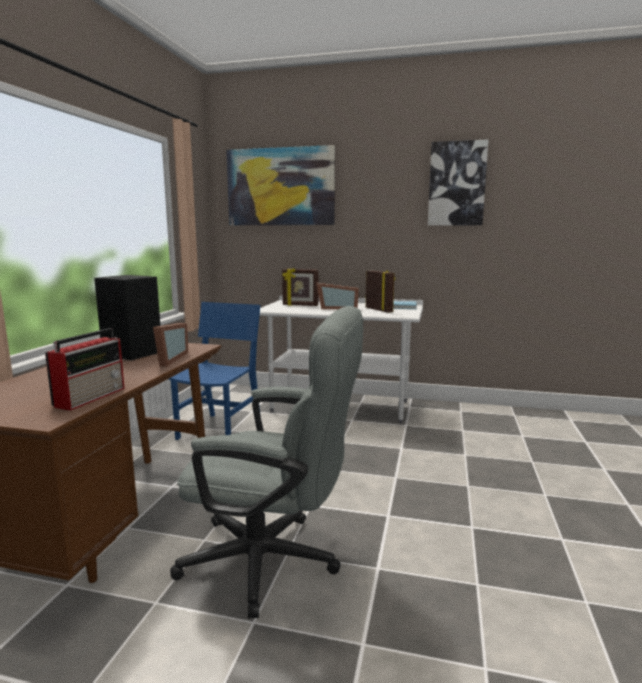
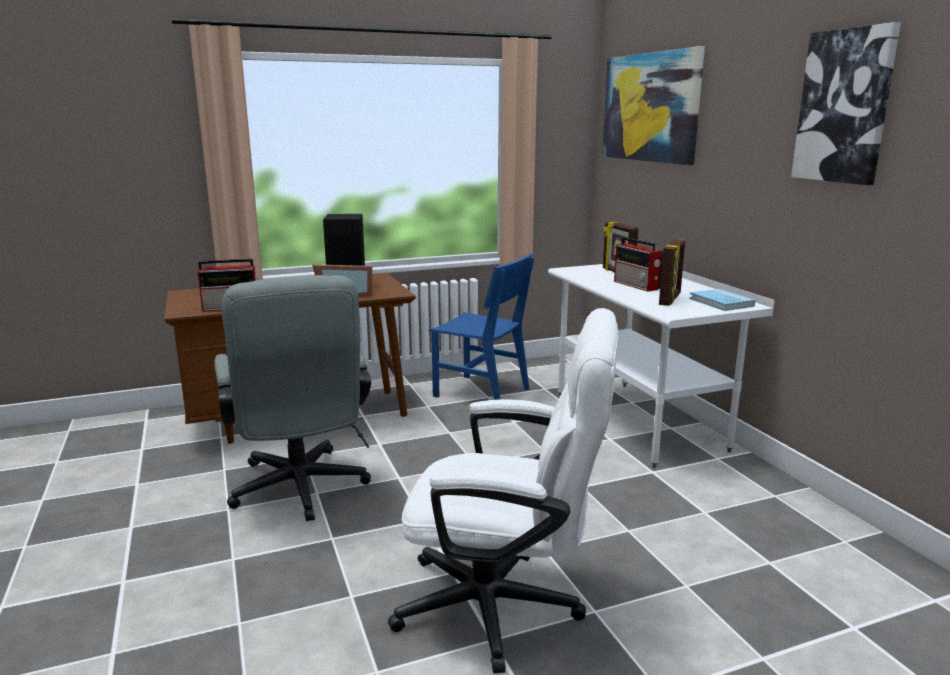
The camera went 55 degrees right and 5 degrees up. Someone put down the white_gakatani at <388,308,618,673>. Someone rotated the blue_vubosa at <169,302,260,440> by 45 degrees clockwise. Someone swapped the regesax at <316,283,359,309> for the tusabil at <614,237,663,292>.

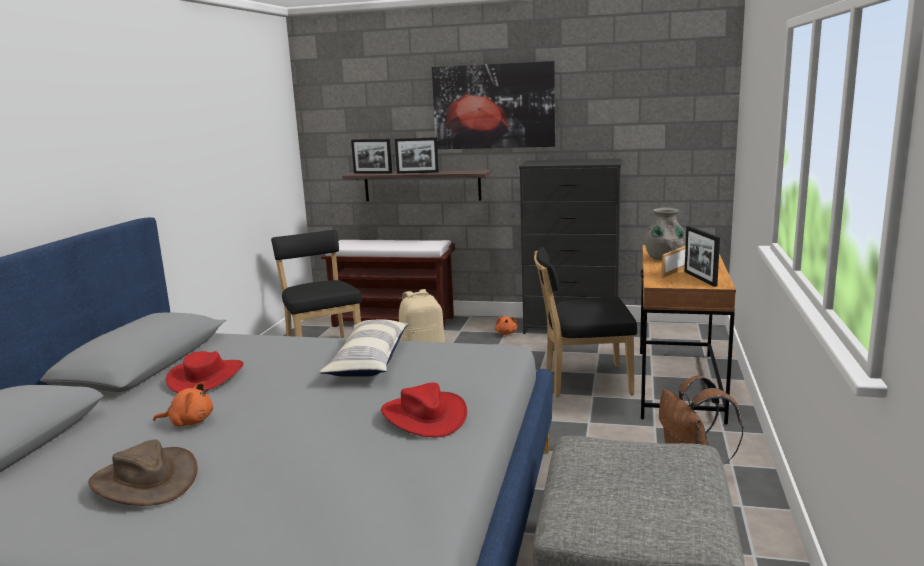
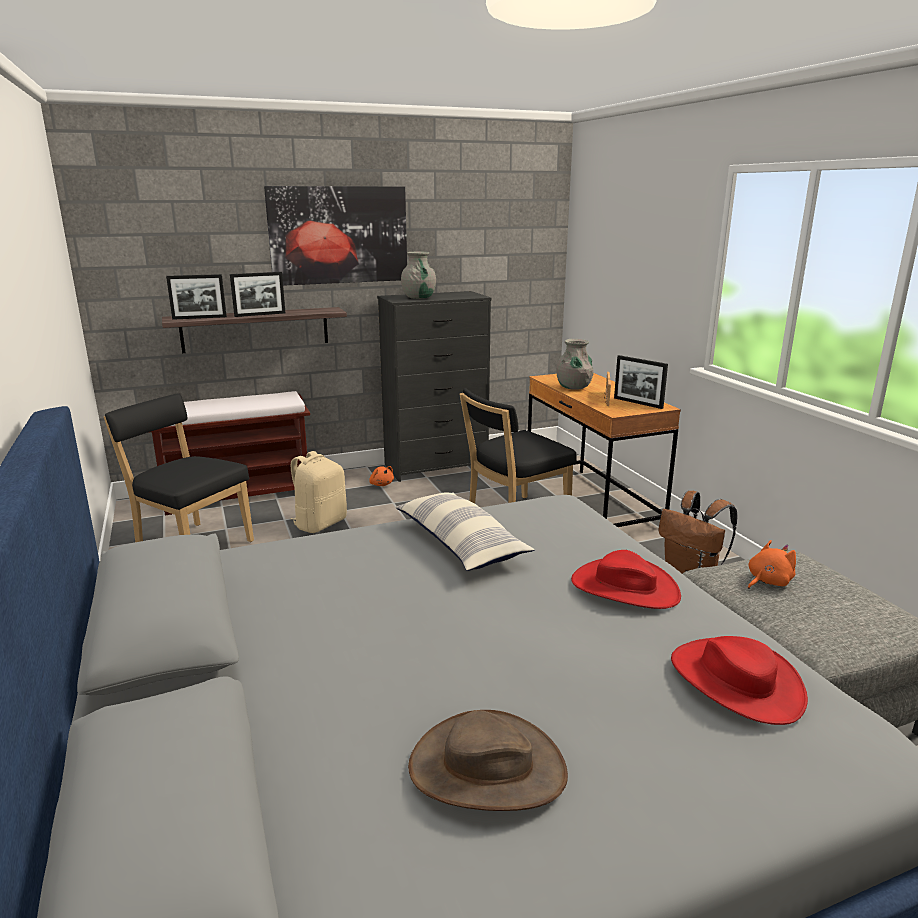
The camera went 35 degrees left and 5 degrees up. Someone put down the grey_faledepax at <401,252,436,299>. Someone carried the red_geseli from <166,351,244,393> to <671,636,808,725>. Someone carried the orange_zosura from <153,382,213,427> to <748,540,796,589>.

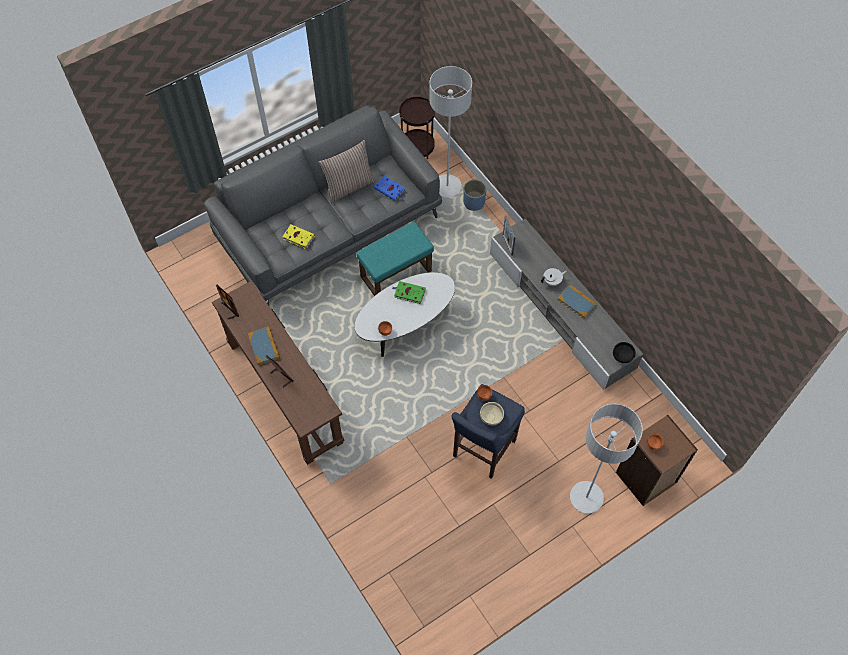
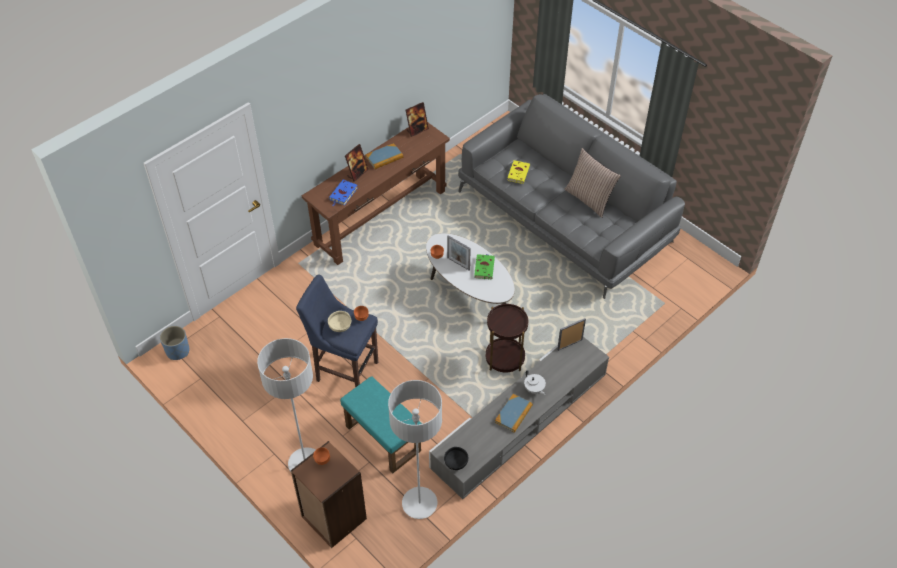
The camera went 80 degrees right and 10 degrees down. Someone carried the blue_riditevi from <463,179,487,211> to <160,326,189,360>. Someone carried the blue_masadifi from <374,175,405,201> to <329,180,358,206>. Someone carried the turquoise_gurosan from <356,222,434,296> to <340,376,422,473>. Someone carried the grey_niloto from <429,66,472,197> to <388,380,442,519>. Someone put down the regesax at <447,235,471,270>. Someone carried the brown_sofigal from <399,96,435,159> to <486,304,528,373>.

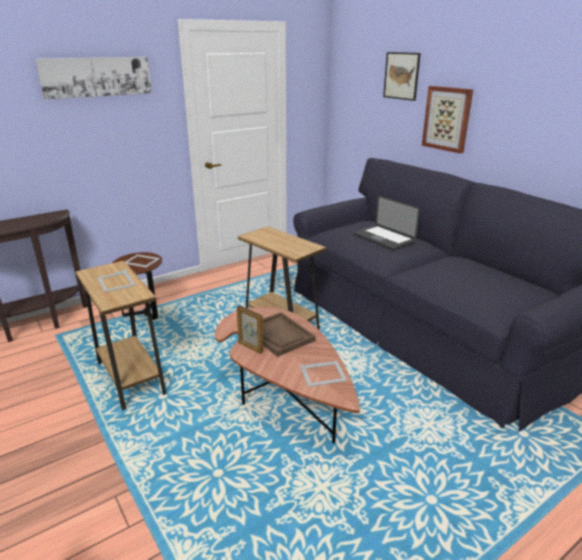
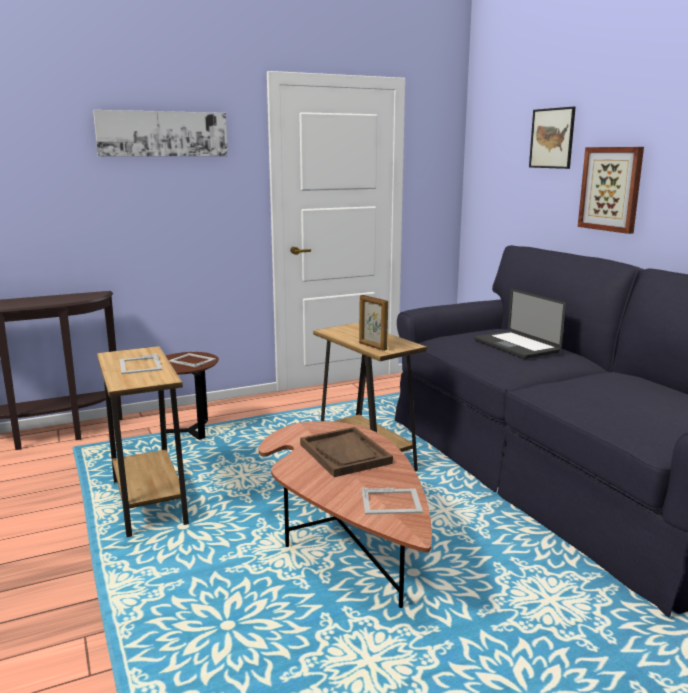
The camera went 10 degrees right and 10 degrees down. Someone carried the regesax from <237,305,263,354> to <359,295,388,351>.

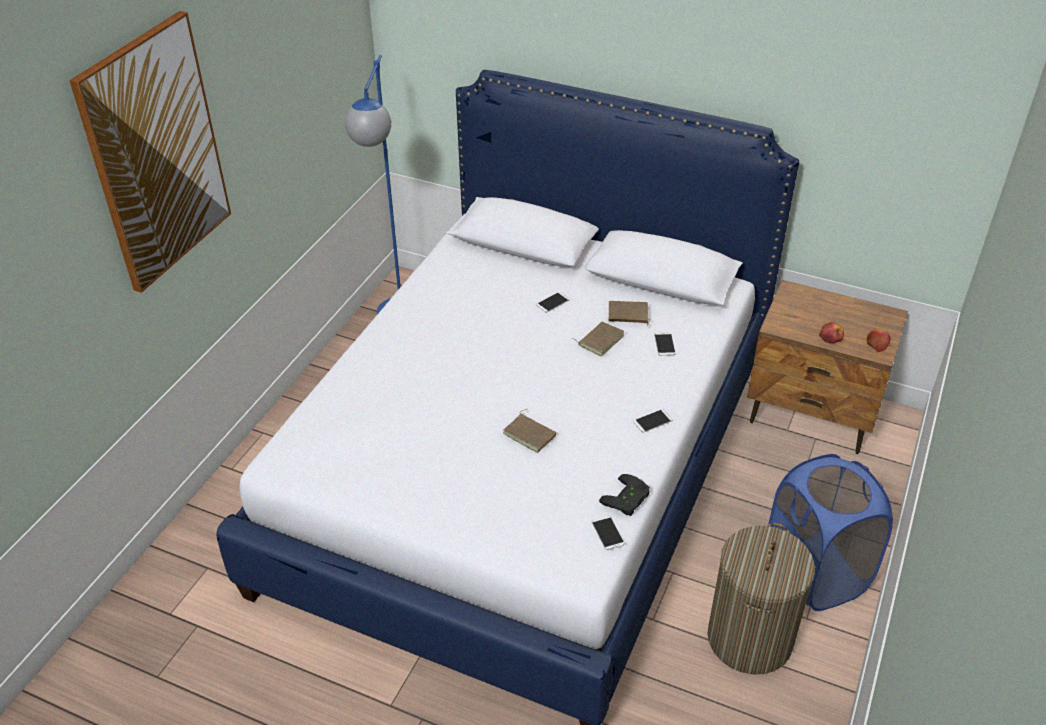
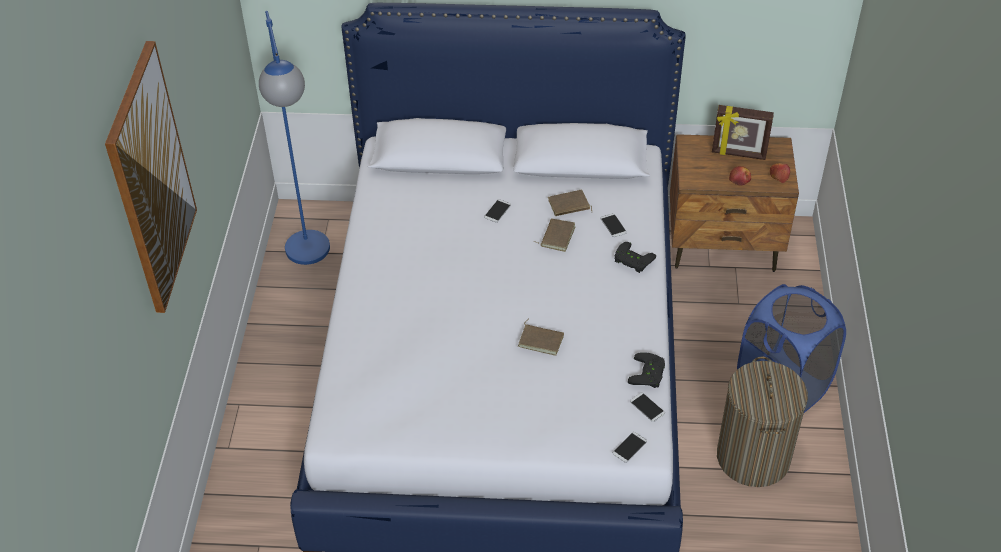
The camera went 20 degrees left and 5 degrees up. Someone carried the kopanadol from <633,409,672,433> to <613,432,647,463>. Someone put down the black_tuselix at <615,242,656,273>. Someone put down the regesax at <712,105,774,160>.

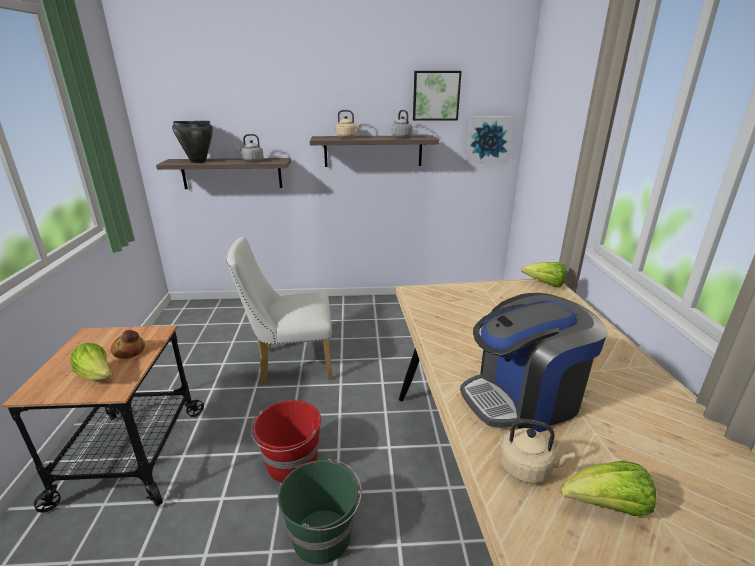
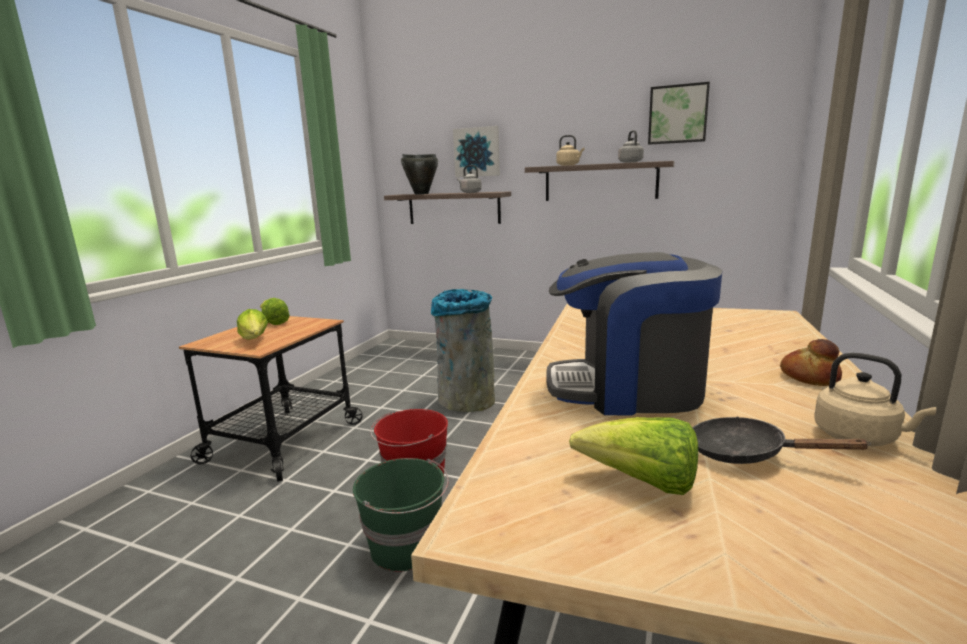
The camera went 25 degrees right and 10 degrees down. Someone carried the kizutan from <521,262,566,287> to <260,298,290,325>. Someone swapped the white_vubosa at <226,237,333,384> for the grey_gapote at <431,289,495,412>. Someone carried the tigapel from <465,116,514,163> to <453,126,500,177>. Someone put down the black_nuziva at <693,417,871,464>. Someone carried the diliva from <111,330,145,359> to <780,339,842,386>. Someone carried the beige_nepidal from <499,419,575,484> to <814,353,936,446>.

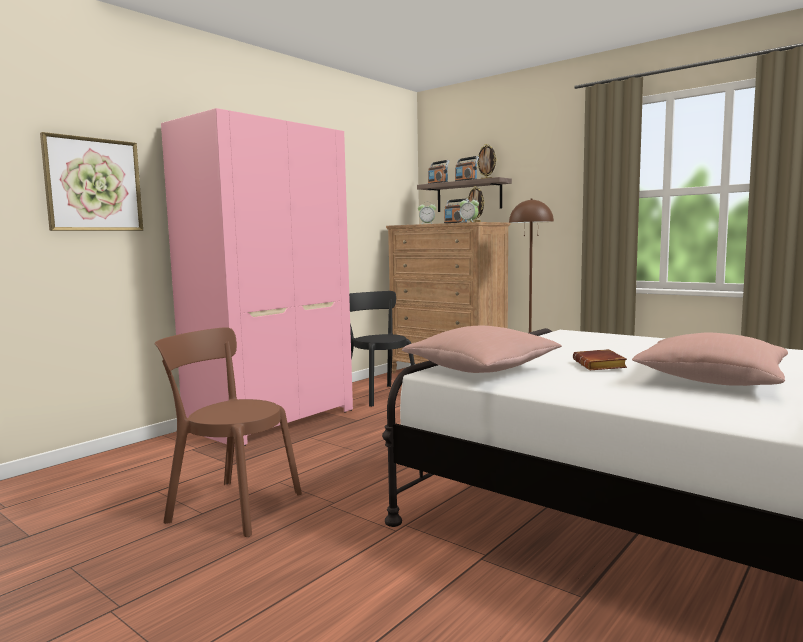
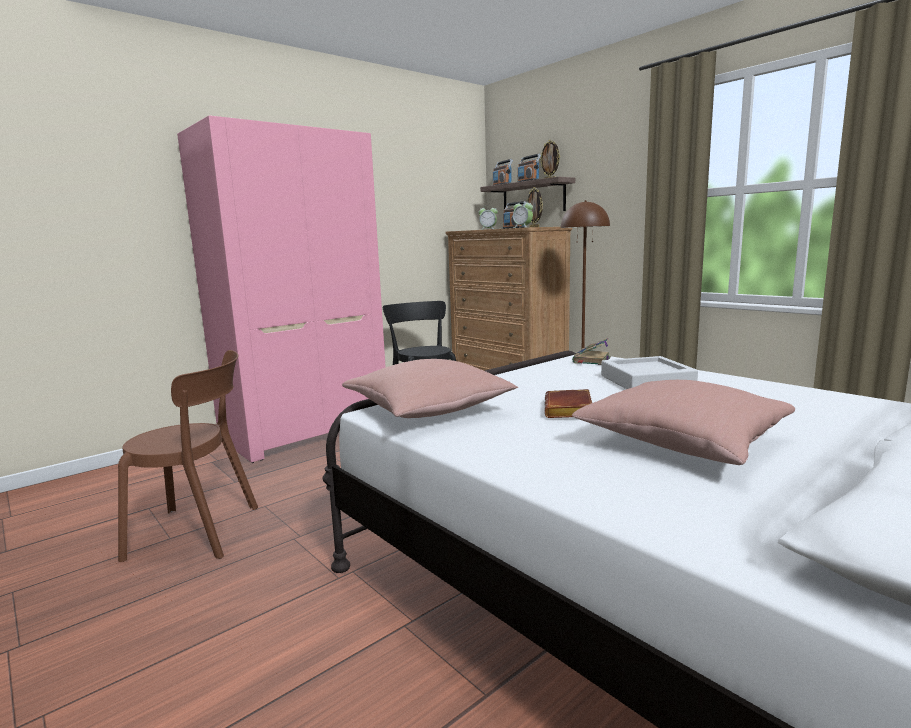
The camera went 10 degrees right and 5 degrees up. Someone rotated the brown_vubosa at <155,327,302,537> by 150 degrees clockwise. Someone put down the masadifi at <572,338,611,365>. Someone put down the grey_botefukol at <601,356,698,389>. Someone took away the tigapel at <40,132,143,231>.

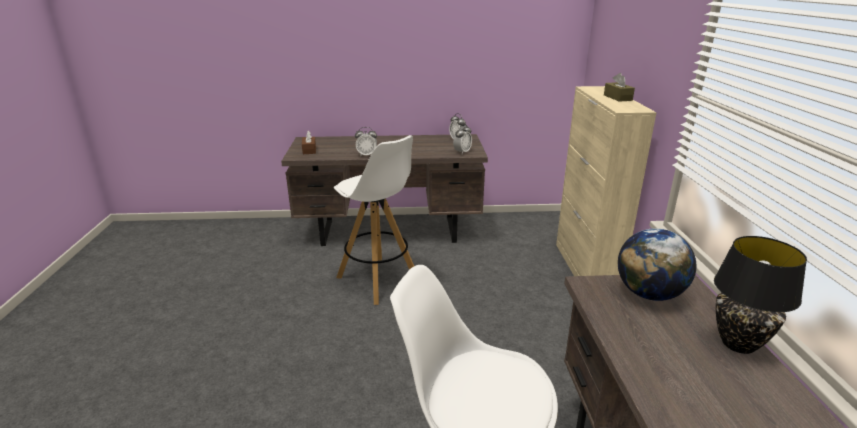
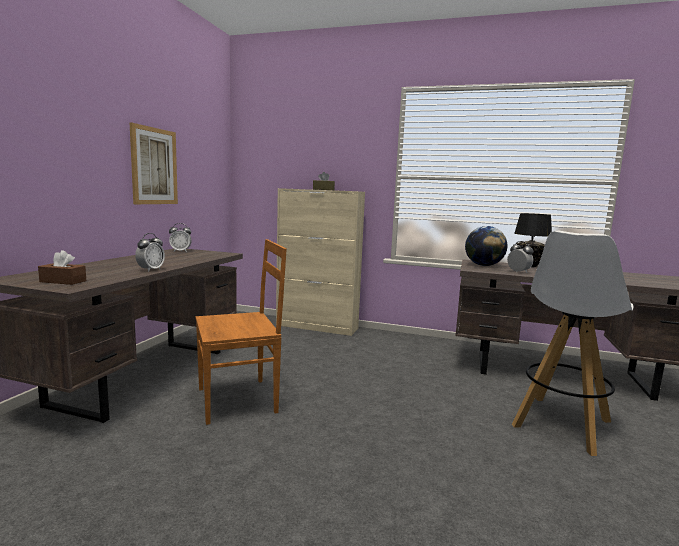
The camera went 70 degrees left and 15 degrees down. Someone put up the tigapel at <130,123,178,204>. Someone swapped the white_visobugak at <334,135,414,305> for the brown_vubosa at <196,239,287,425>. Someone carried the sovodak from <453,124,472,154> to <507,241,533,273>.

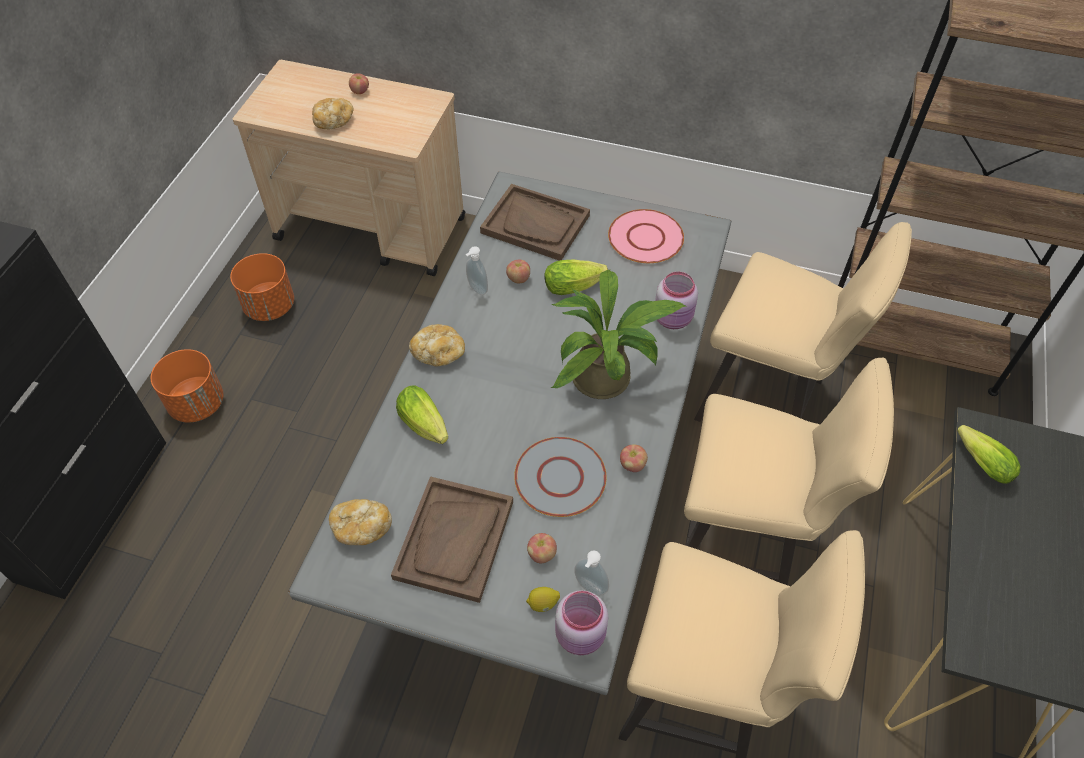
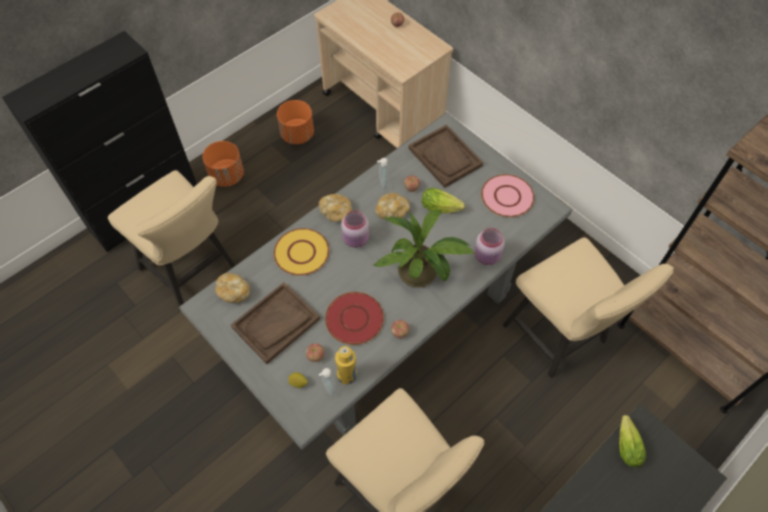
The camera went 30 degrees right and 5 degrees up. Someone carried the beige_vubosa from <684,358,894,585> to <108,170,235,306>. Someone swapped the kizutan at <396,386,448,444> for the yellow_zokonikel at <274,228,329,276>. Someone repainted the grey_zokonikel at <514,437,606,517>, which became the red_zokonikel at <325,292,384,345>. Someone put down the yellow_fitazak at <335,346,357,384>. Someone carried the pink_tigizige from <555,590,608,655> to <341,211,369,248>. Someone carried the diliva from <312,98,354,130> to <375,193,410,220>.

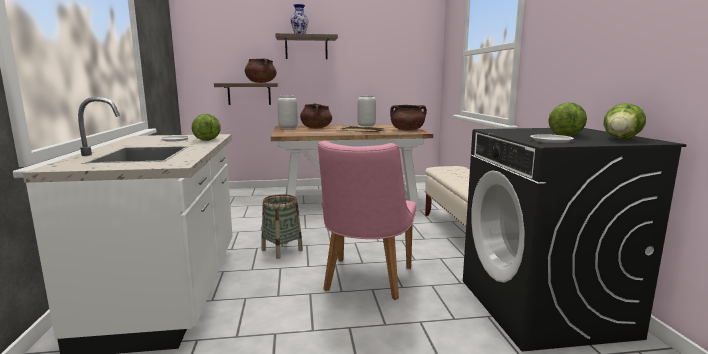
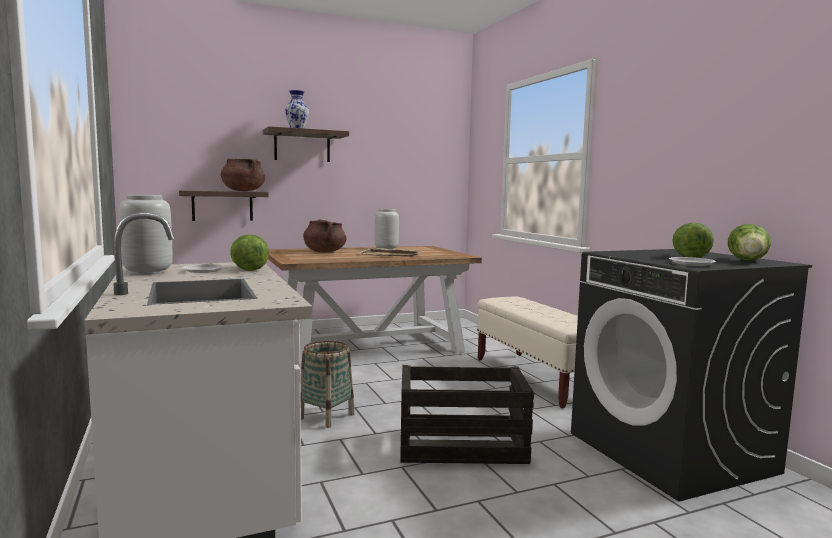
The camera went 15 degrees left and 5 degrees down. Someone carried the grey_faledepax from <277,96,298,129> to <119,195,173,275>. Someone swapped the pink_vubosa at <318,141,416,300> for the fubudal at <400,365,534,464>. Someone took away the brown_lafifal at <390,105,427,130>.

